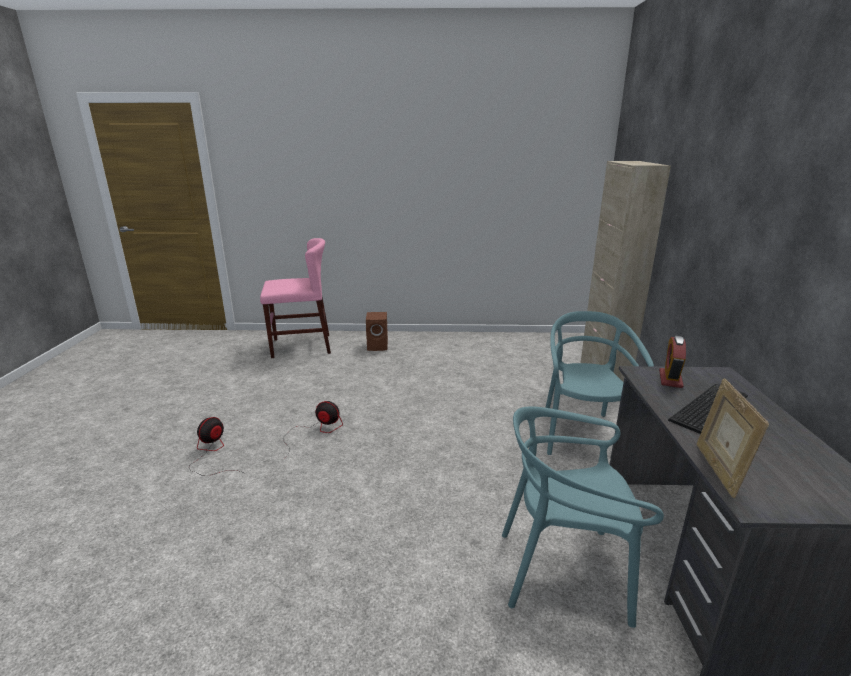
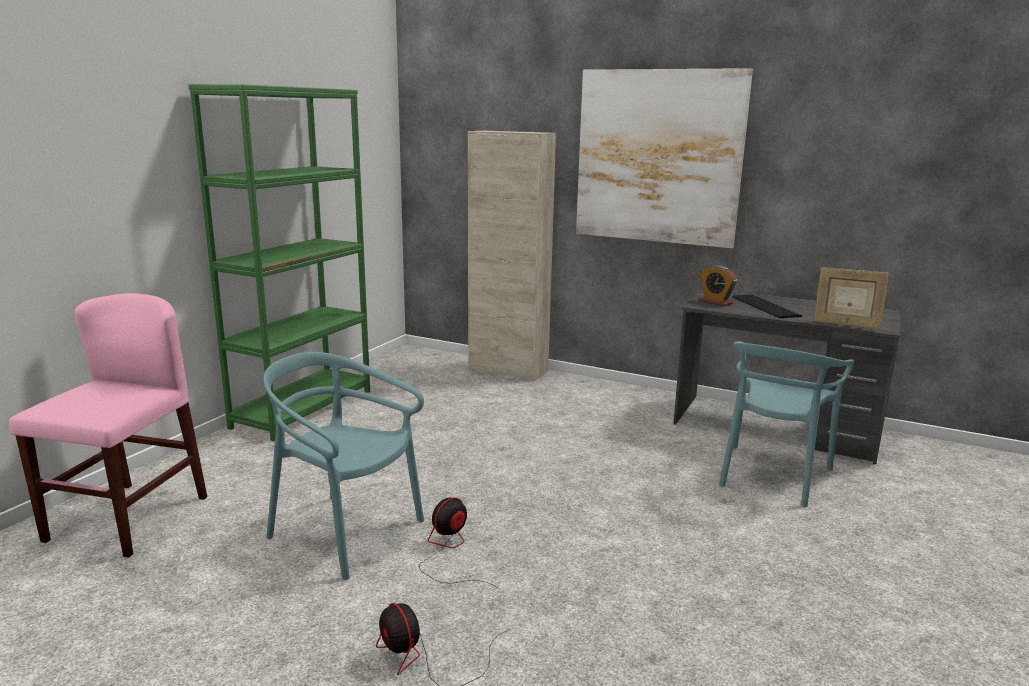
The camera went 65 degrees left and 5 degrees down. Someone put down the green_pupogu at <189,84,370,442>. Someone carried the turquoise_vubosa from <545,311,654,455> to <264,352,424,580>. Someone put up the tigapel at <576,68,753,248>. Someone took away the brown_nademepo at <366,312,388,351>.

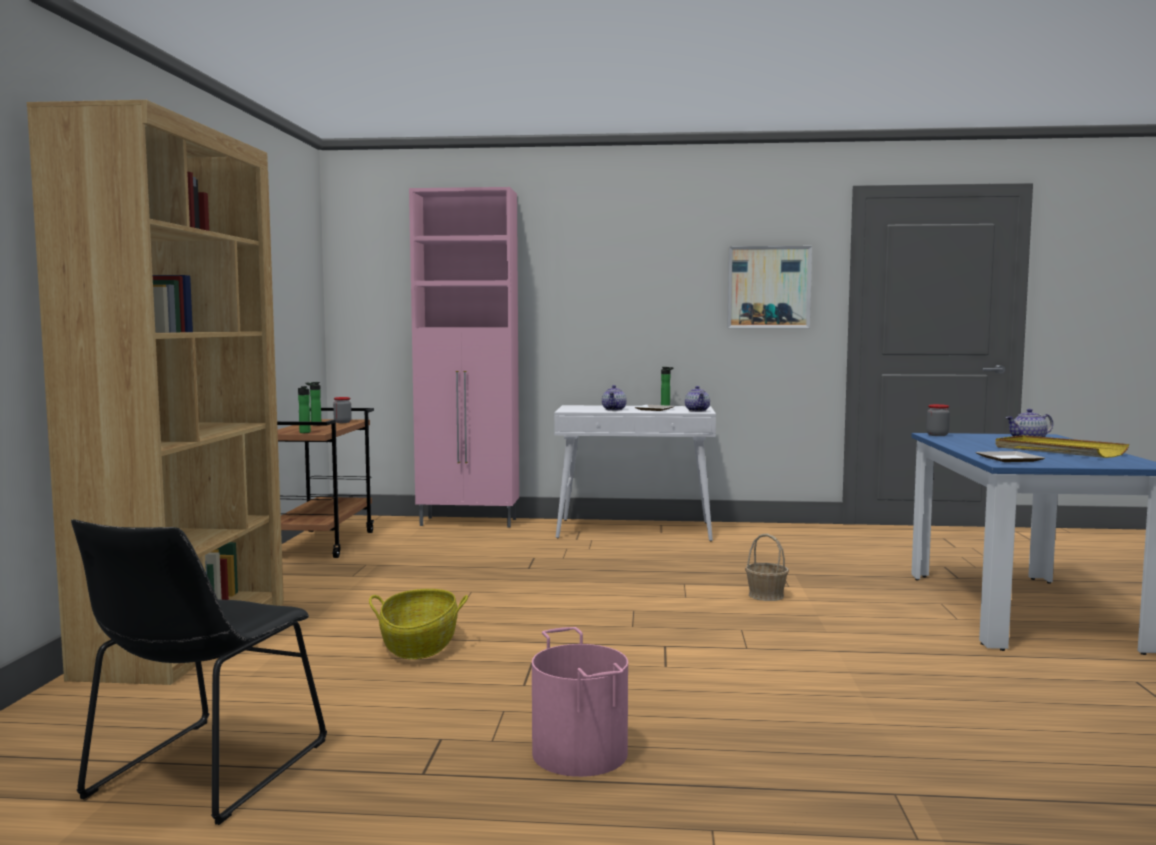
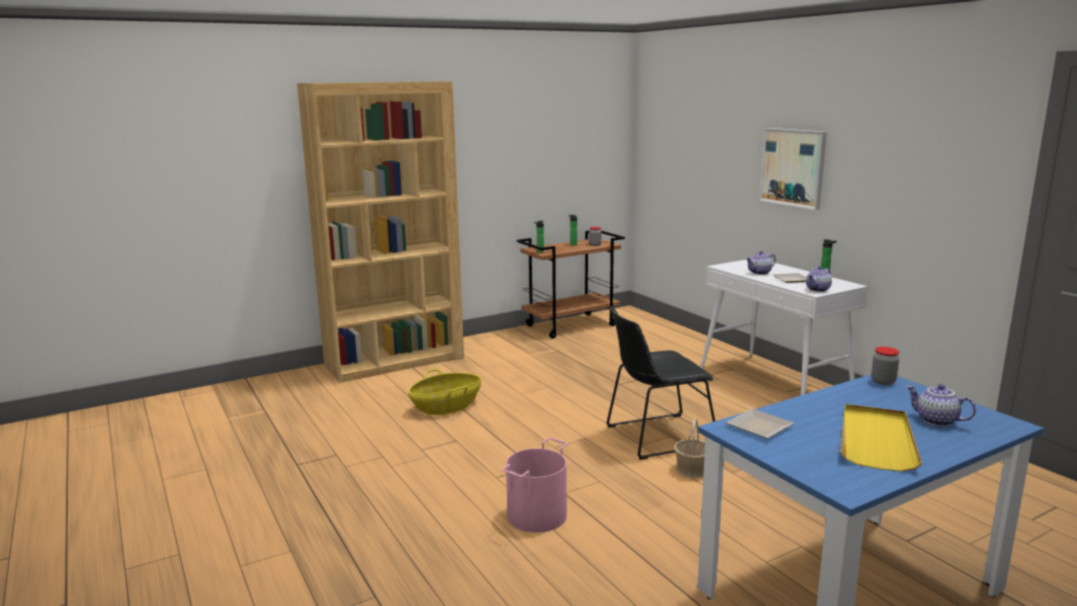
The camera went 55 degrees right and 10 degrees up. Someone carried the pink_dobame from <532,627,628,777> to <502,438,568,533>. Someone carried the black_vubosa from <71,519,327,825> to <606,306,715,460>. Someone carried the tigapel from <727,246,812,328> to <759,128,827,210>. Someone took away the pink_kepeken at <409,187,519,528>.

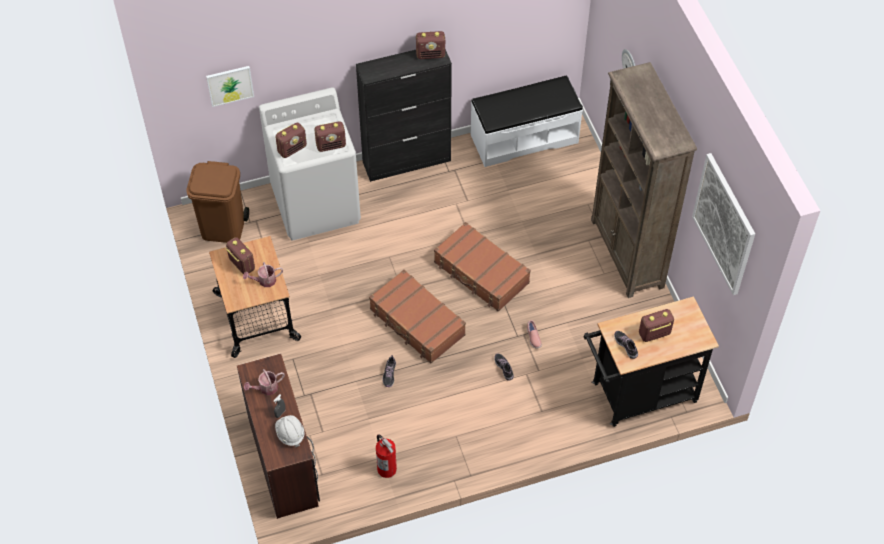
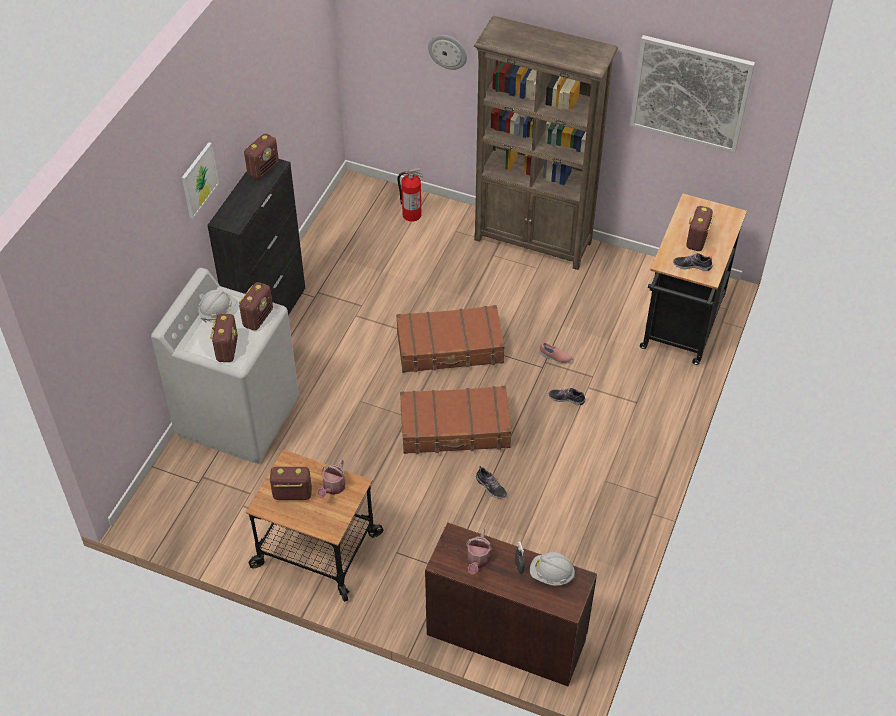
The camera went 50 degrees left and 5 degrees down. Someone carried the tigapel from <206,66,254,107> to <182,142,219,219>. Someone put down the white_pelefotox at <198,289,236,322>. Someone carried the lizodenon from <376,434,397,478> to <397,168,423,222>. Someone took away the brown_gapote at <187,161,249,243>. Someone took away the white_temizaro at <471,76,583,167>.

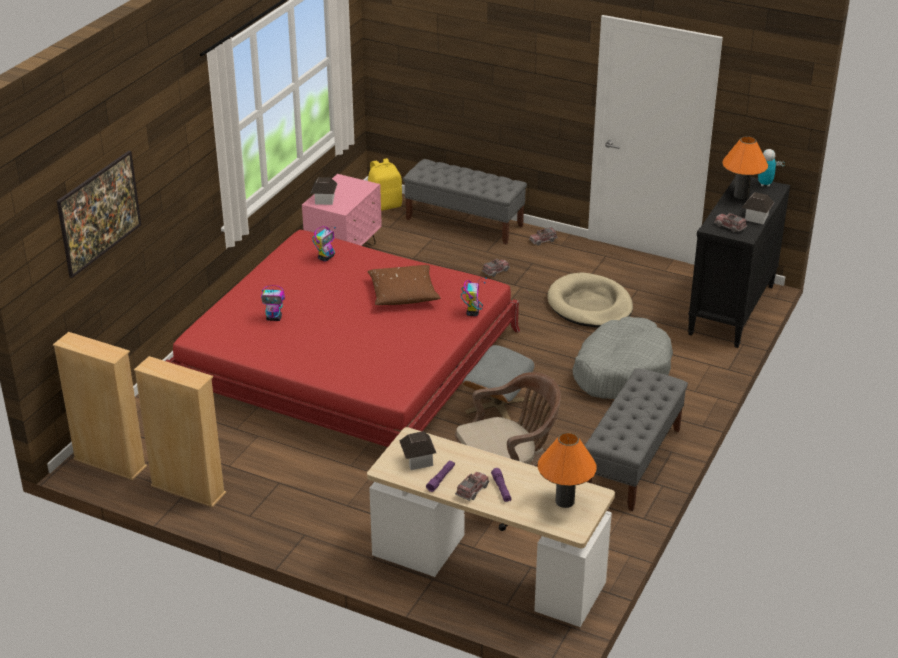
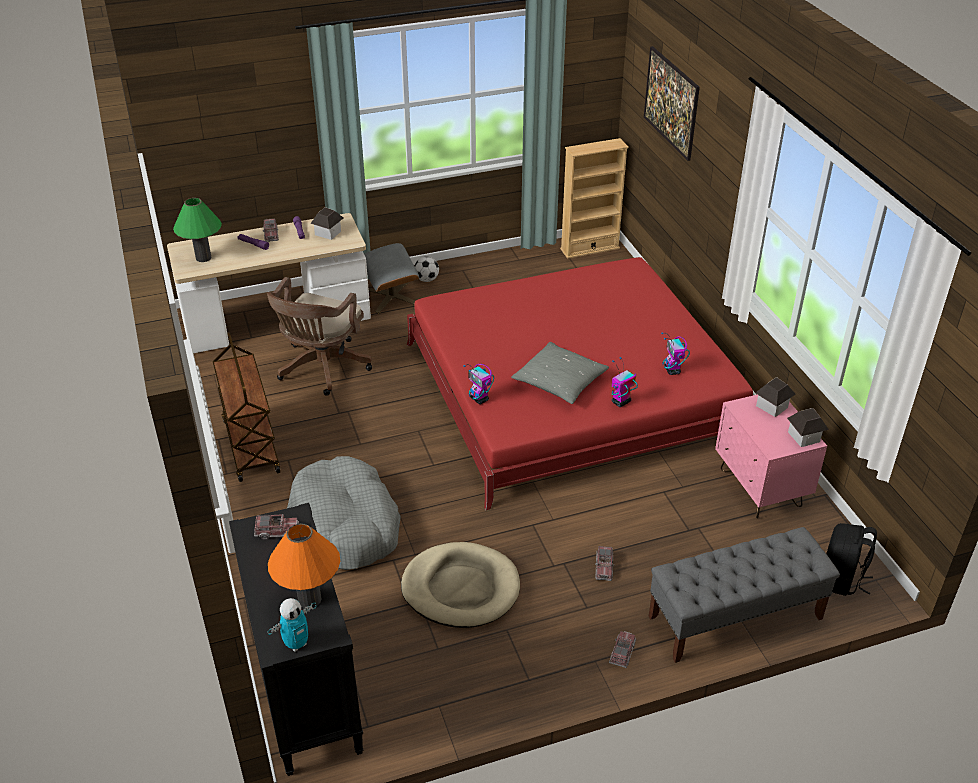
The camera went 135 degrees right and 5 degrees up. Someone repainted the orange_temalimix at <538,433,597,508>, which became the green_temalimix at <173,198,222,262>. Someone swapped the grey_temizaro at <585,368,688,511> for the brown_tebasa at <213,332,281,482>. Someone carried the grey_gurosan from <463,345,534,420> to <364,243,419,313>. Someone put down the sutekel at <415,257,439,282>. Someone repainted the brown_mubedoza at <367,265,440,305>, which became the grey_mubedoza at <511,342,609,404>. Someone carried the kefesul from <261,285,285,321> to <612,357,638,407>. Someone carried the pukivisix from <742,192,774,224> to <787,408,829,447>. Someone repainted the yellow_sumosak at <368,158,402,211>, which became the black_sumosak at <827,523,877,596>. Someone took away the beige_pupogu at <134,356,226,508>.

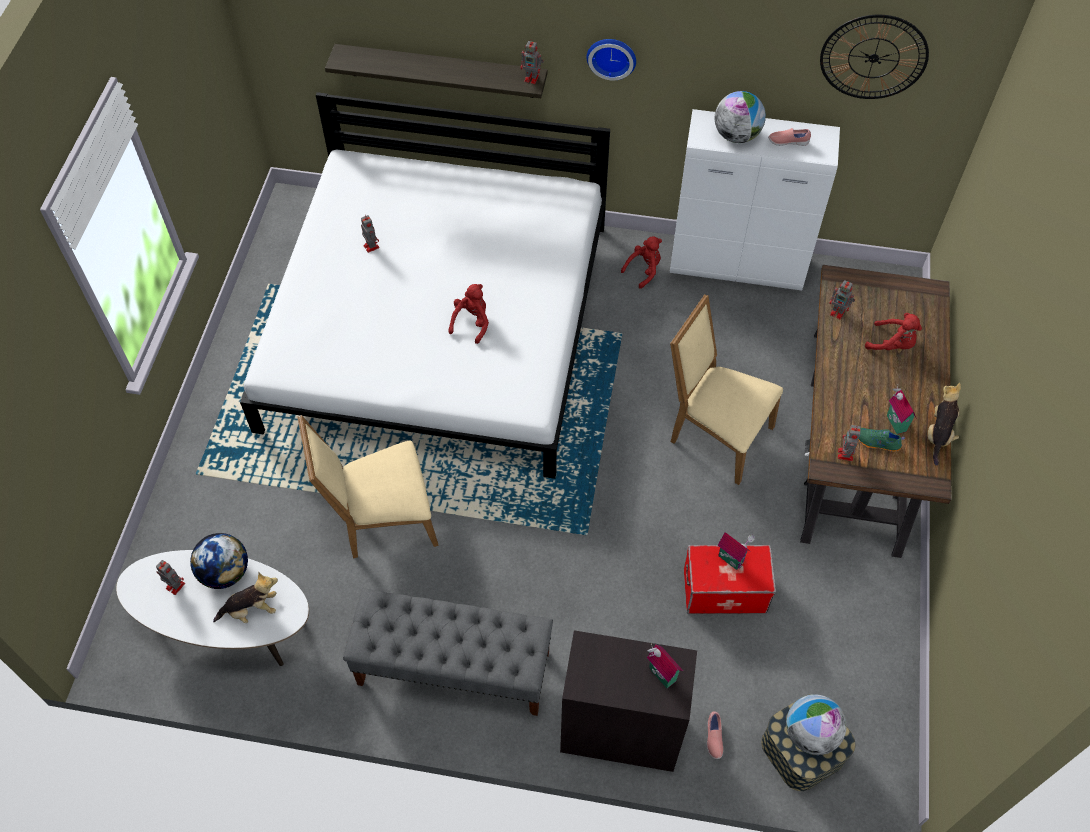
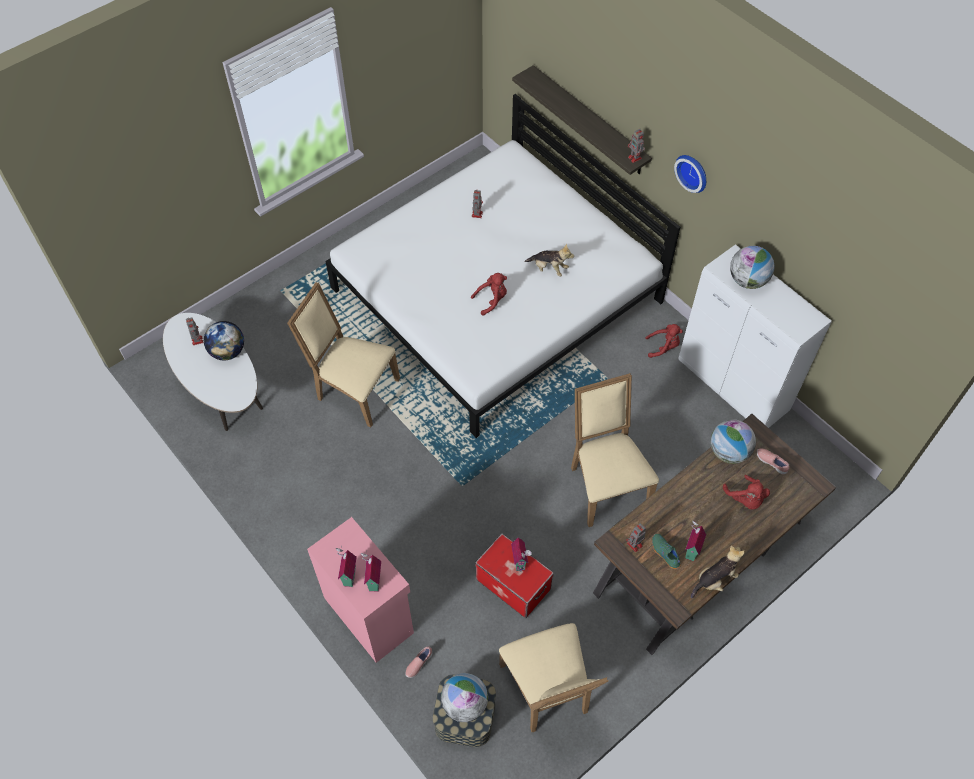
The camera went 40 degrees right and 0 degrees up. Someone repainted the black_kepeken at <560,630,697,772>, which became the pink_kepeken at <307,517,414,663>. Someone put down the pukivisix at <336,546,357,587>. Someone put down the beige_vubosa at <499,623,609,732>. Someone carried the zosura from <213,572,278,623> to <524,243,574,277>. Someone swapped the kefesul at <829,280,855,319> for the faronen at <711,419,756,464>. Someone carried the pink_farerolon from <768,128,811,146> to <757,448,790,474>. Someone took away the grey_temizaro at <343,589,553,716>. Someone took away the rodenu at <820,15,929,99>.

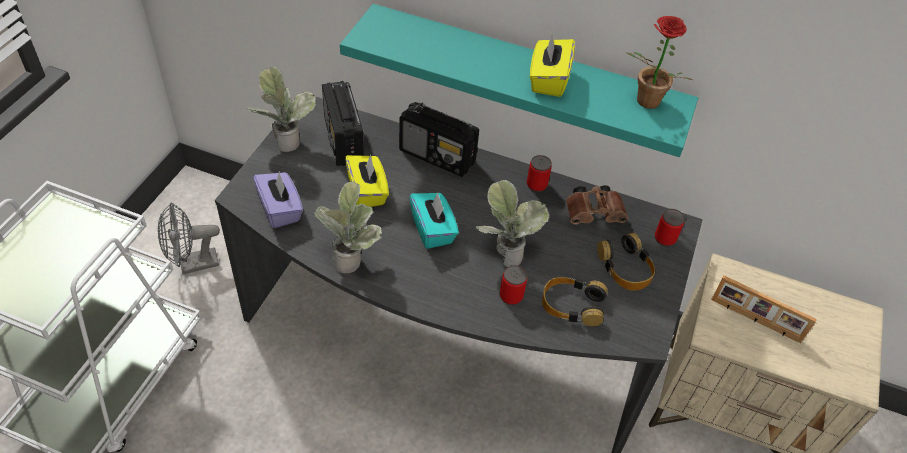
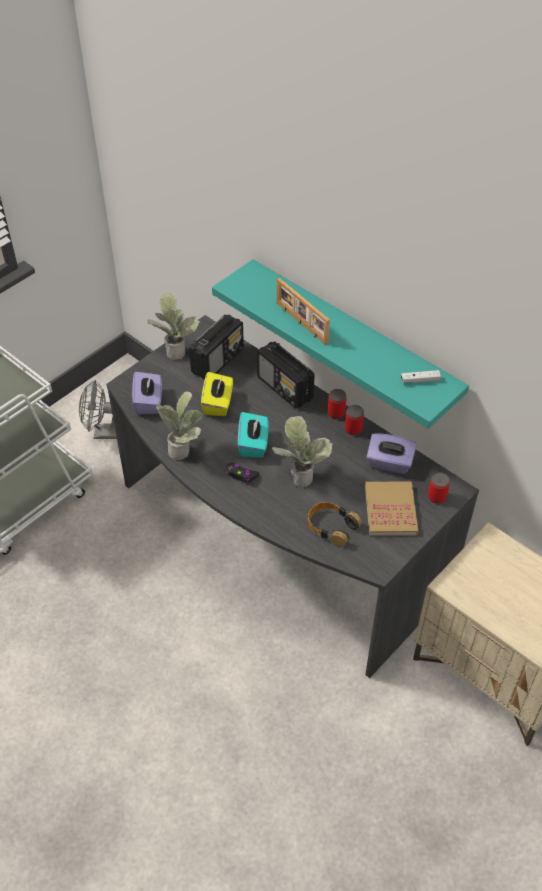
The camera went 25 degrees right and 0 degrees up. Someone rotated the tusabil at <322,81,364,166> by 150 degrees counterclockwise. Someone put down the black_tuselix at <226,463,260,482>. Someone carried the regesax from <711,276,817,343> to <277,278,330,345>. Someone carried the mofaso from <500,265,527,305> to <328,389,347,419>. Someone swapped the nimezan at <597,233,655,291> for the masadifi at <365,481,419,536>. Someone swapped the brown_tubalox at <566,185,629,225> for the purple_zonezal at <367,433,417,474>. Someone swapped the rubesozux at <626,16,692,109> for the white_tuselix at <401,370,441,383>. Someone took away the yellow_zonezal at <530,35,575,97>.

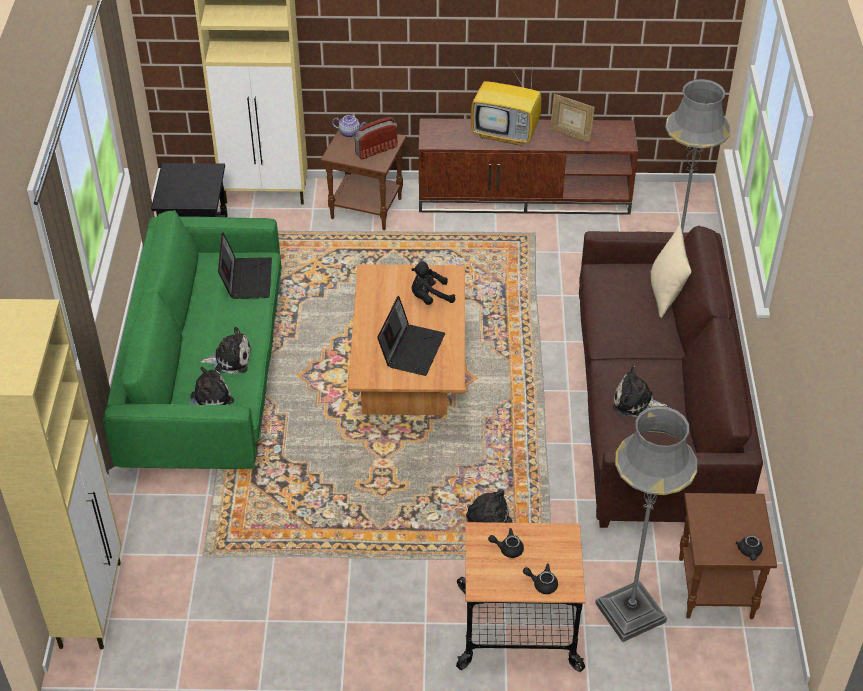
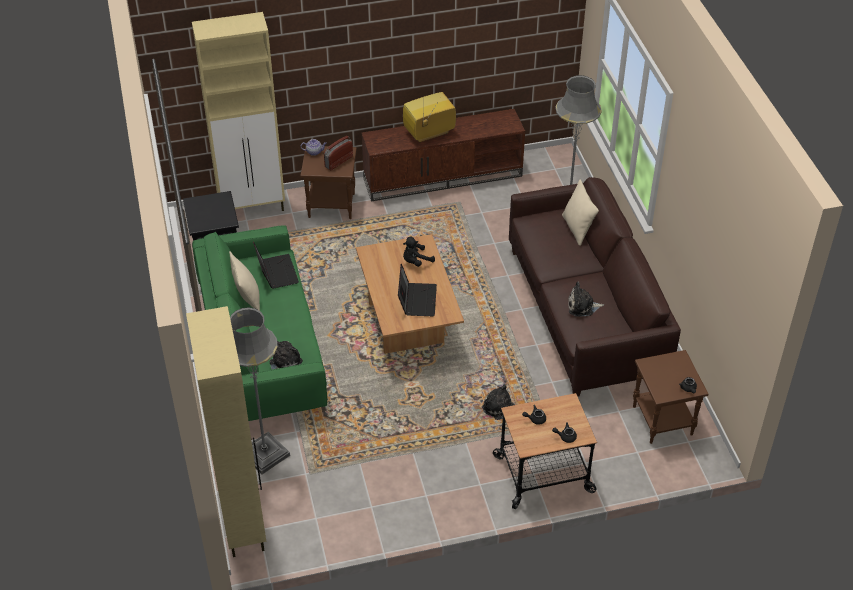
The camera went 15 degrees left and 0 degrees up. Someone put down the beige_mubedoza at <229,251,260,311>. Someone carried the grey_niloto from <595,406,697,642> to <230,307,290,474>. Someone rotated the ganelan at <471,63,541,146> by 150 degrees clockwise. Someone took away the zosura at <200,327,251,374>. Someone took away the regesax at <550,94,595,143>.

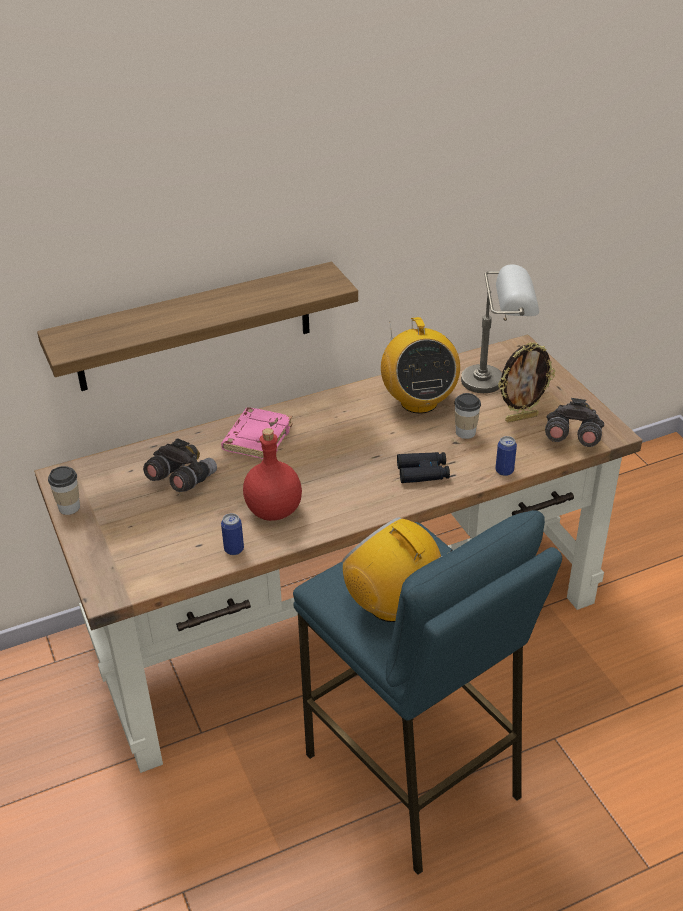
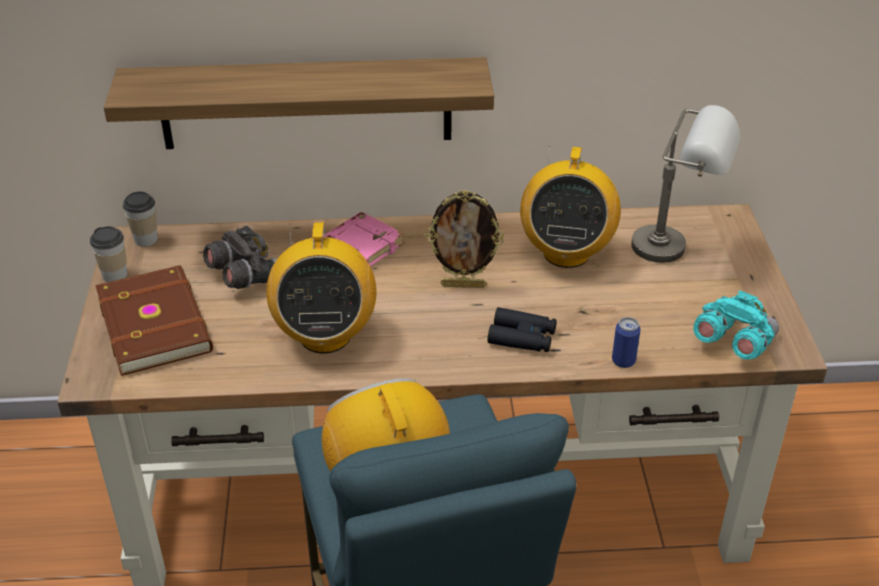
The camera went 20 degrees right and 0 degrees up. Someone put down the brown_masadifi at <95,266,213,376>. Someone carried the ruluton from <454,393,481,439> to <123,191,158,246>. Someone swapped the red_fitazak at <243,428,302,521> for the tusabil at <266,222,377,353>. Someone carried the regesax from <498,342,555,422> to <425,190,504,288>. Someone repainted the grey_tubalox at <545,398,604,447>, which became the turquoise_tubalox at <693,290,779,359>. Someone took away the mofaso at <221,513,244,555>.

